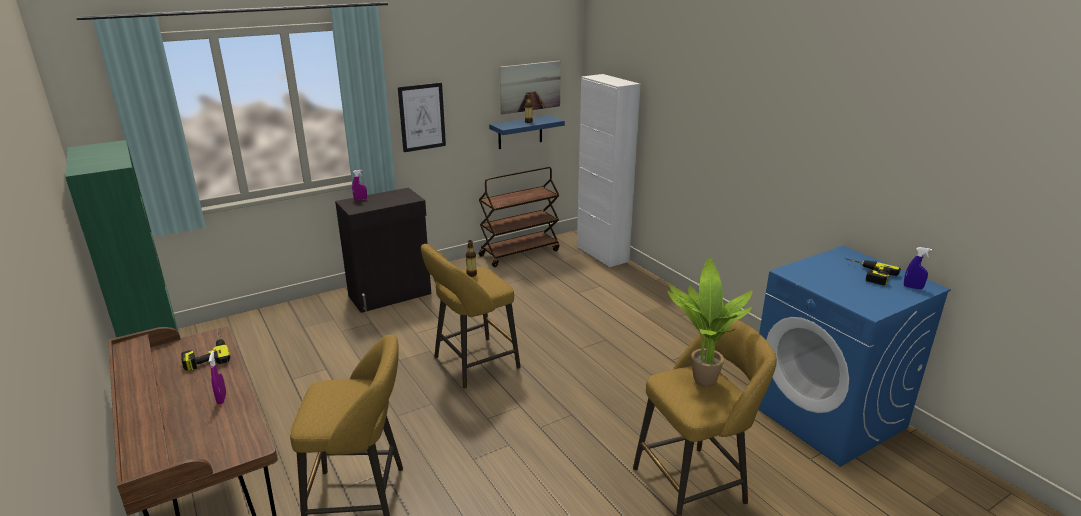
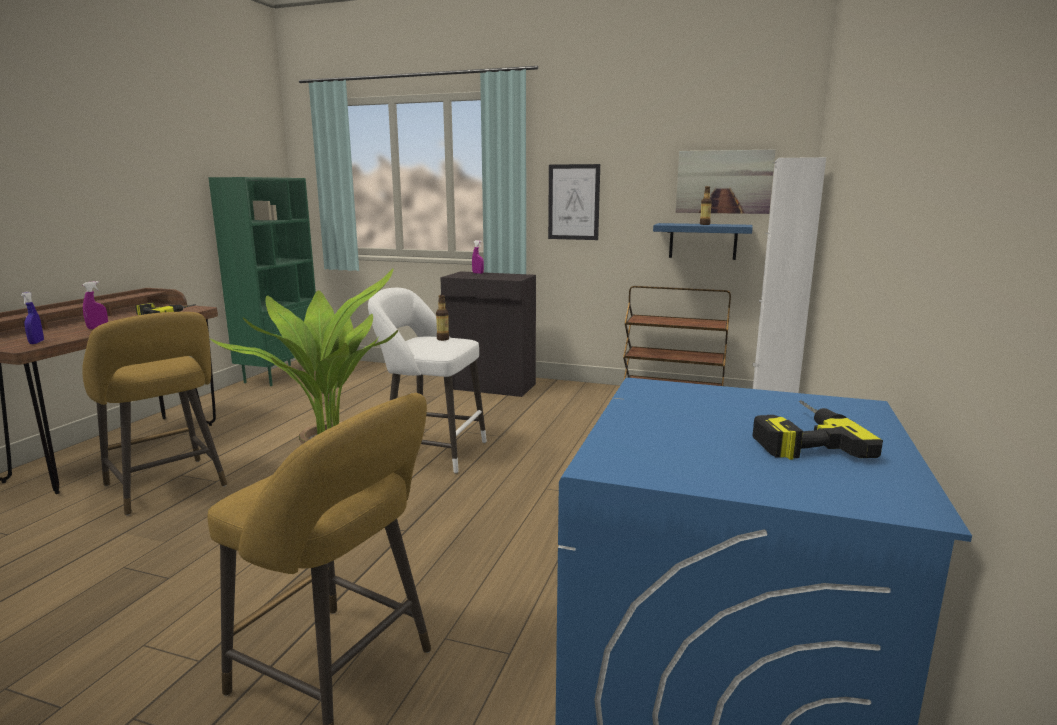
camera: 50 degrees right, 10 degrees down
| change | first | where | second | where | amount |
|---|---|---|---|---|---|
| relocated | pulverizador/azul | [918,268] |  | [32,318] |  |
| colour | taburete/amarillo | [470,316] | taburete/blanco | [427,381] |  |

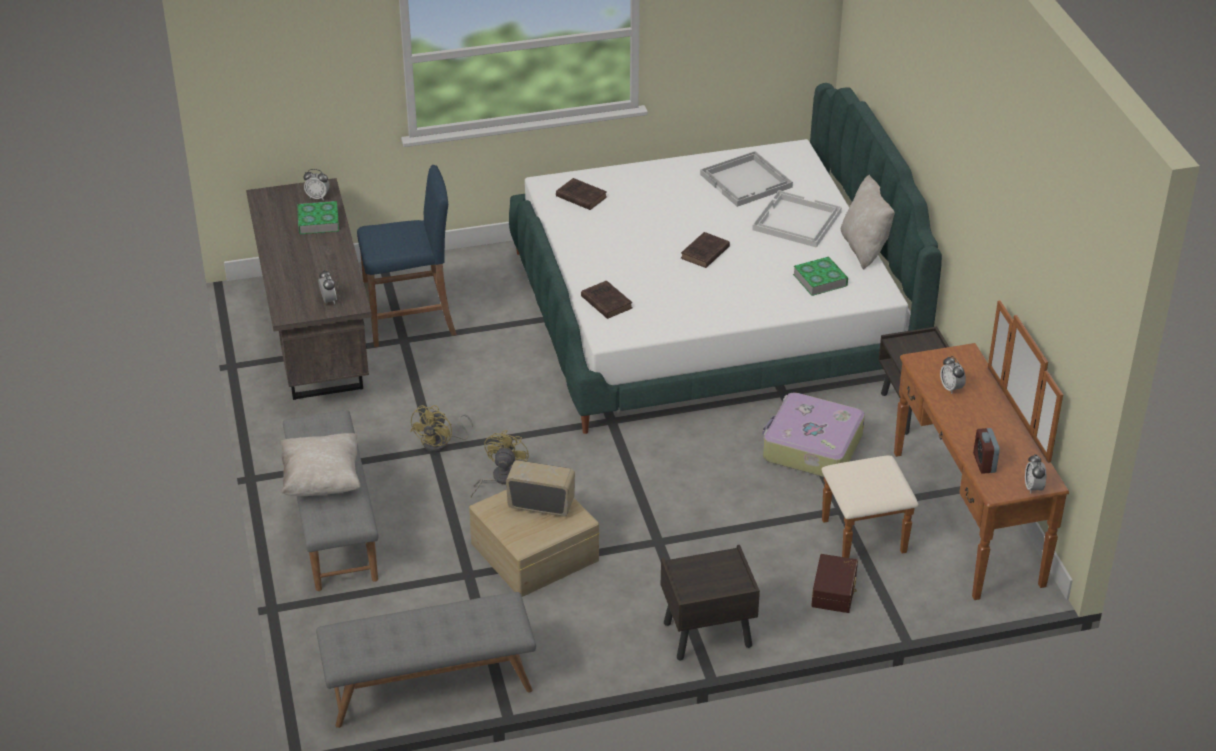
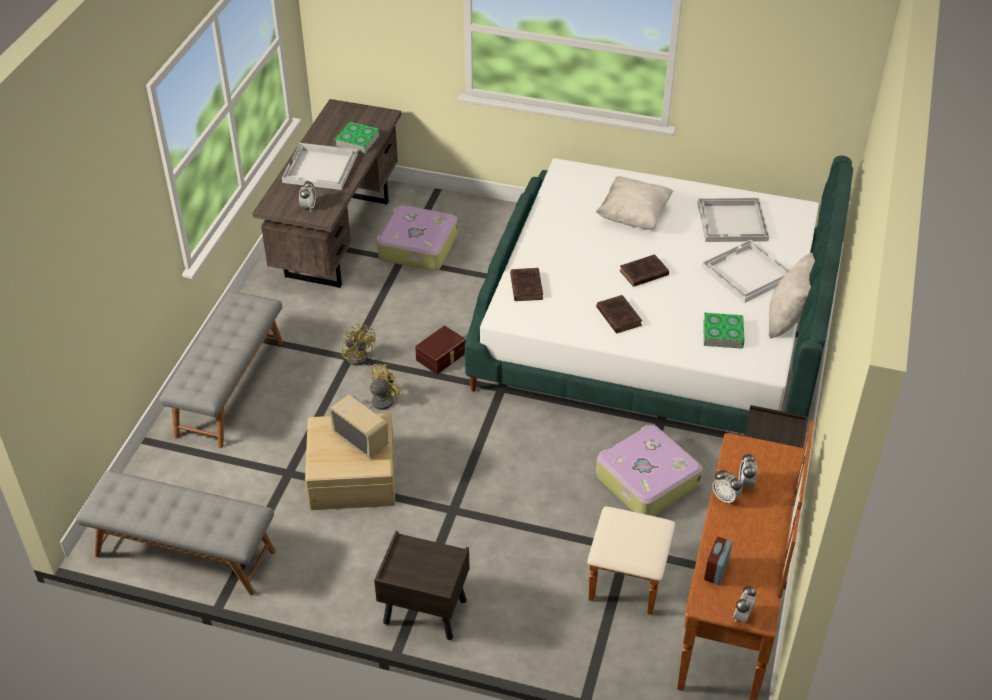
camera: 30 degrees right, 5 degrees up
| change | first | where | second | where | amount |
|---|---|---|---|---|---|
| appeared |  |  | bandeja/blanco | [320,166] |  |
| spun | ventilador/amarillo | [441,428] |  | [358,345] | 90 degrees counterclockwise |
| exchanged | taburete/azul | [407,256] | maleta | [417,238] |  |
| relocated | caja de almacenaje/marrón | [834,583] |  | [440,350] |  |
| relocated | cojín/beis | [321,464] |  | [634,202] |  |
| relocated | libro/marrón | [581,194] |  | [619,314] |  |
| relocated | despertador | [316,184] |  | [727,487] |  |

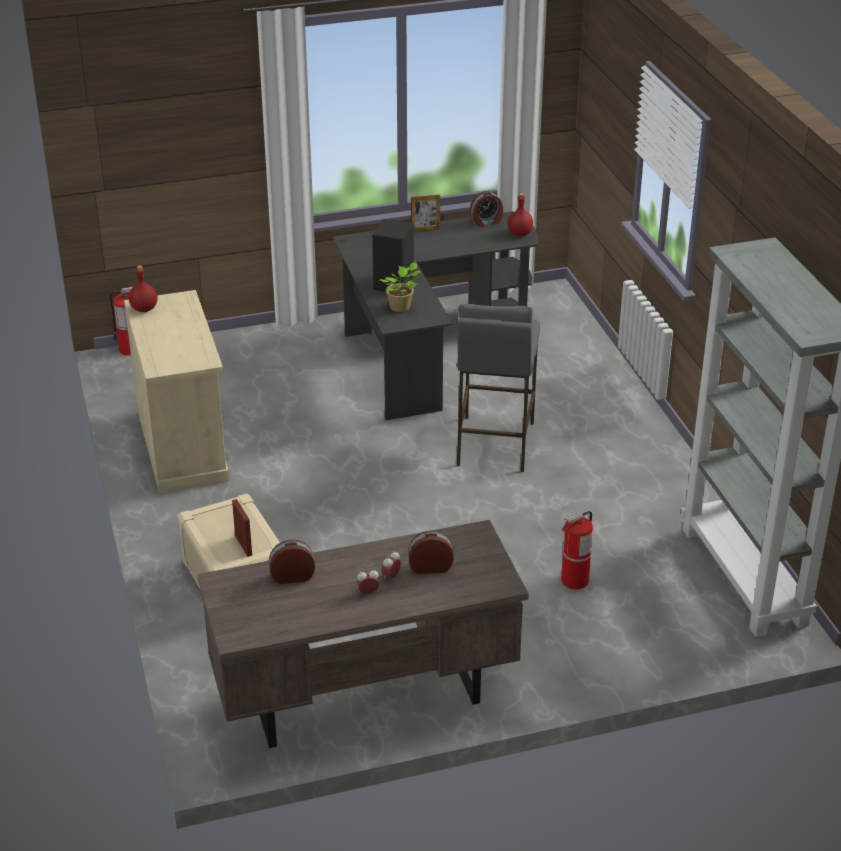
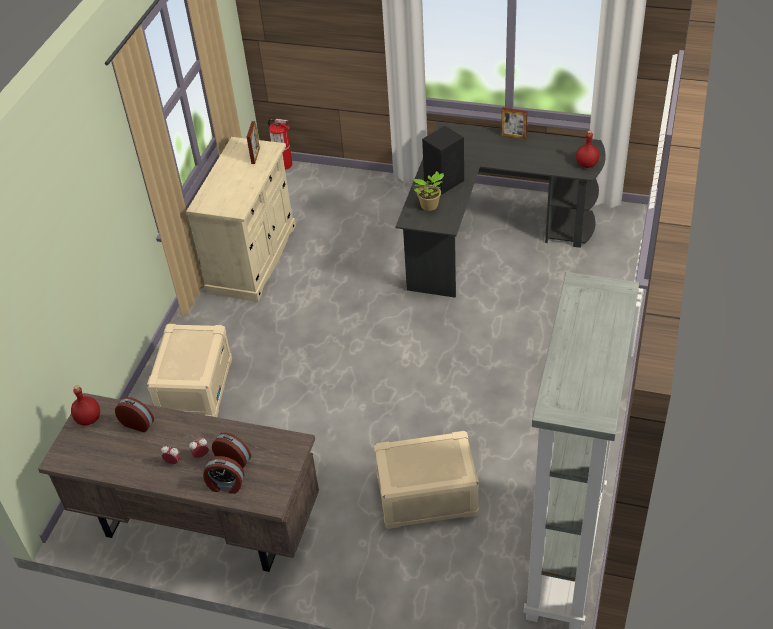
camera: 35 degrees right, 10 degrees up
| change | first | where | second | where | amount |
|---|---|---|---|---|---|
| relocated | botella/rojo | [143,288] |  | [85,405] |  |
| relocated | despertador | [486,209] |  | [223,475] |  |
| relocated | portarretratos | [242,528] |  | [253,142] |  |
| exchanged | extintor | [577,550] | caja de almacenaje/beis | [426,480] |  |
| missing | taburete/gris | [498,388] |  |  |  |

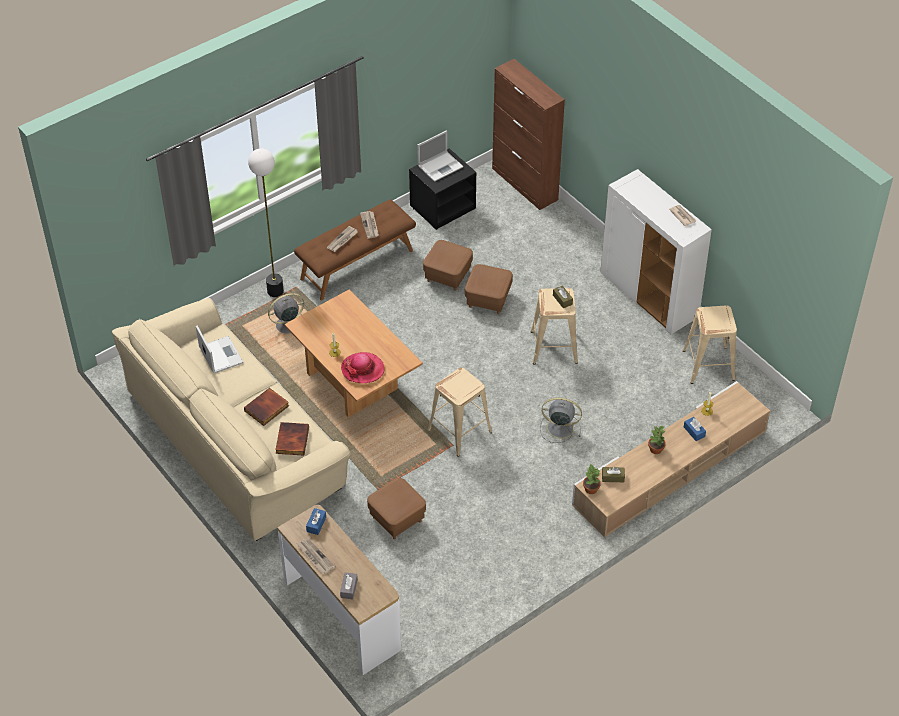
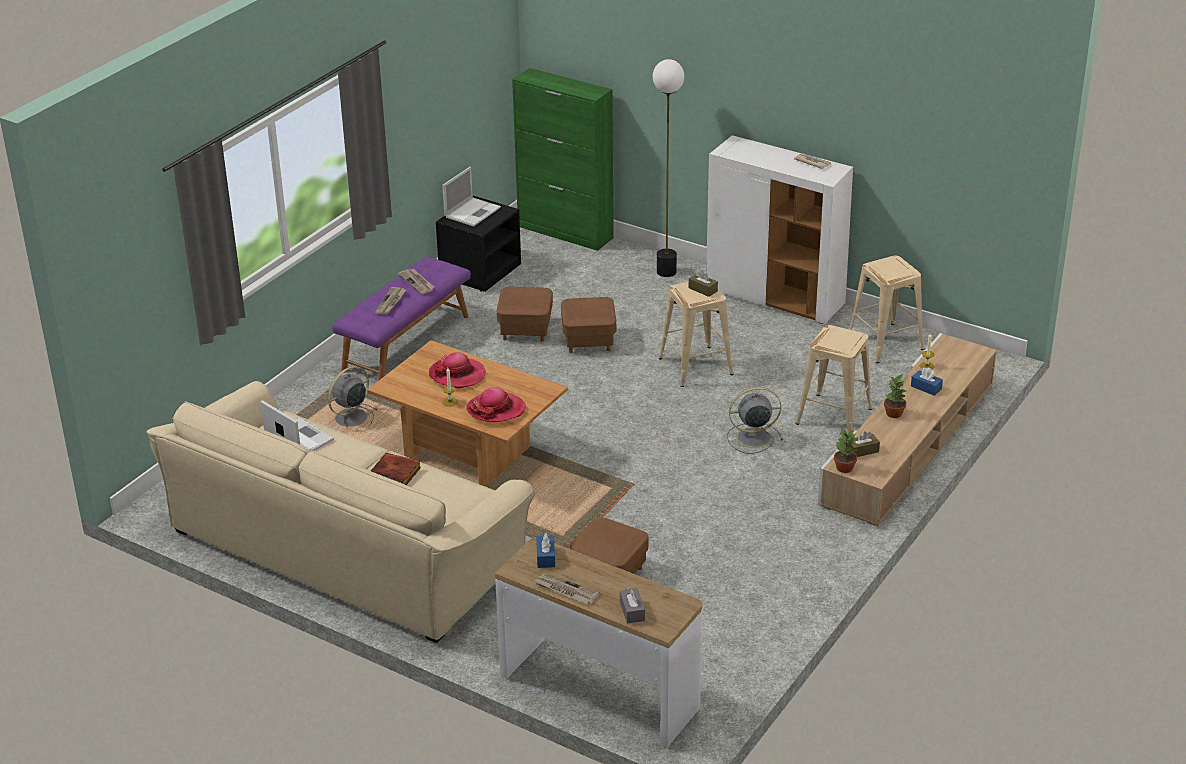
camera: 20 degrees left, 15 degrees down
| change | first | where | second | where | amount |
|---|---|---|---|---|---|
| colour | banco/marrón | [355,249] | banco/morado | [401,319] |  |
| appeared |  |  | sombrero | [457,370] |  |
| colour | armario/marrón | [528,134] | armario/verde | [563,159] |  |
| relocated | lámpara de pie | [266,222] |  | [668,168] |  |
| relocated | taburete/beis | [460,412] |  | [833,379] |  |
| missing | libro | [292,439] |  |  |  |

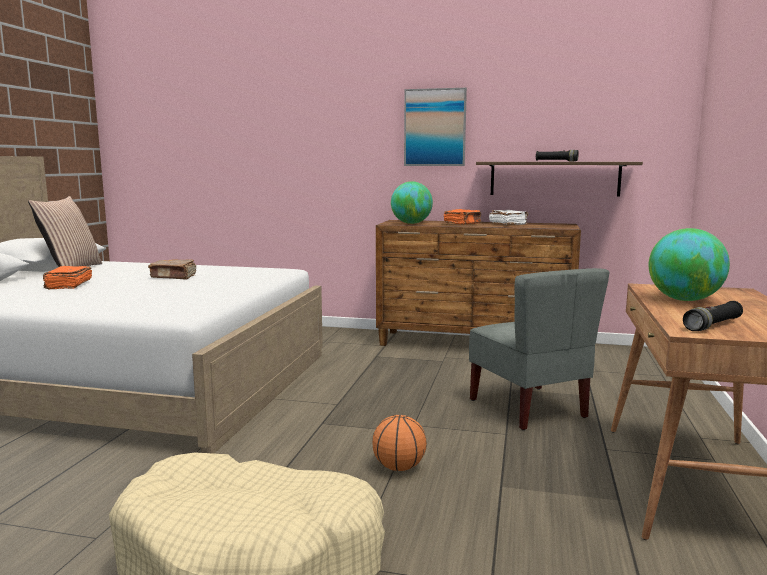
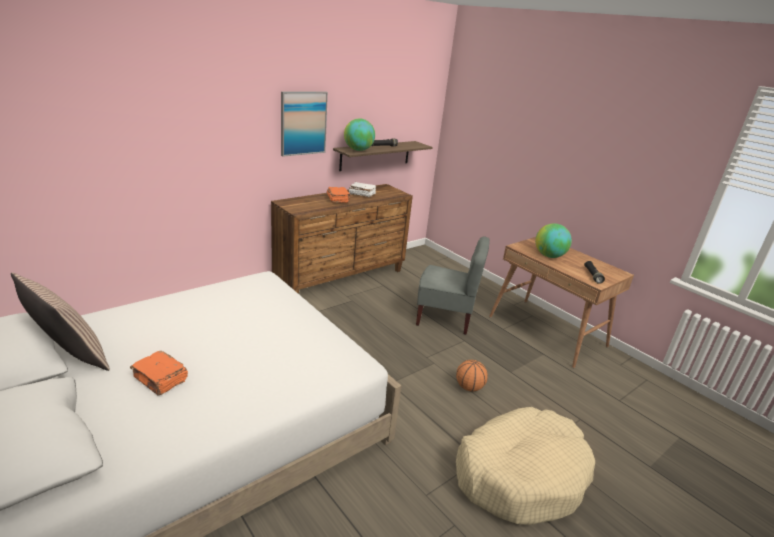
camera: 55 degrees left, 15 degrees up
| change | first | where | second | where | amount |
|---|---|---|---|---|---|
| relocated | globo terráqueo | [412,202] |  | [359,134] |  |
| missing | libro/marrón | [172,269] |  |  |  |

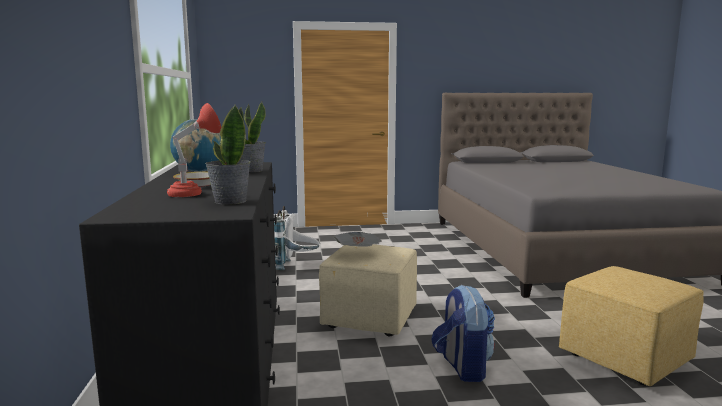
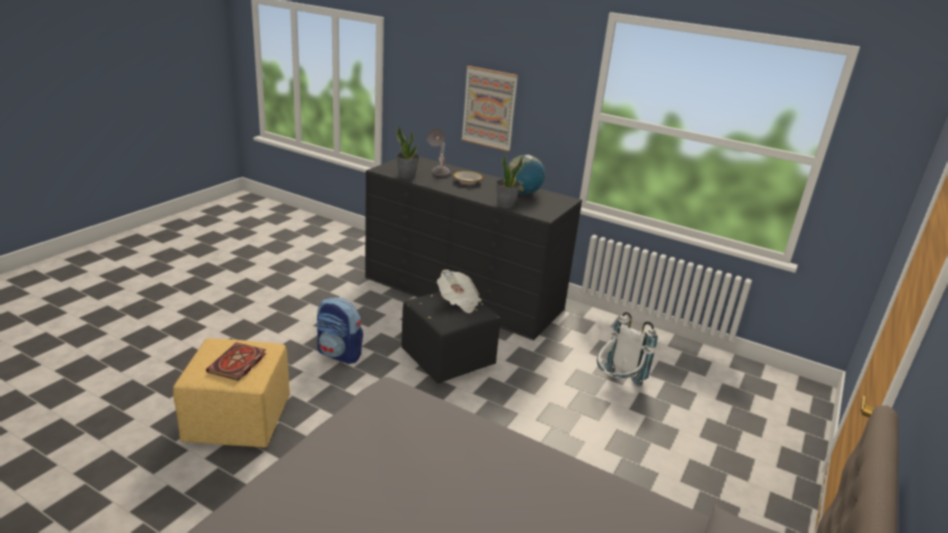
camera: 125 degrees right, 15 degrees up
| change | first | where | second | where | amount |
|---|---|---|---|---|---|
| appeared |  |  | libro | [236,361] |  |
| colour | puf/beis | [368,290] | puf/negro | [451,337] |  |
| colour | lámpara de mesa/rojo | [194,150] | lámpara de mesa/gris | [438,152] |  |
| appeared |  |  | cuadro | [489,109] |  |

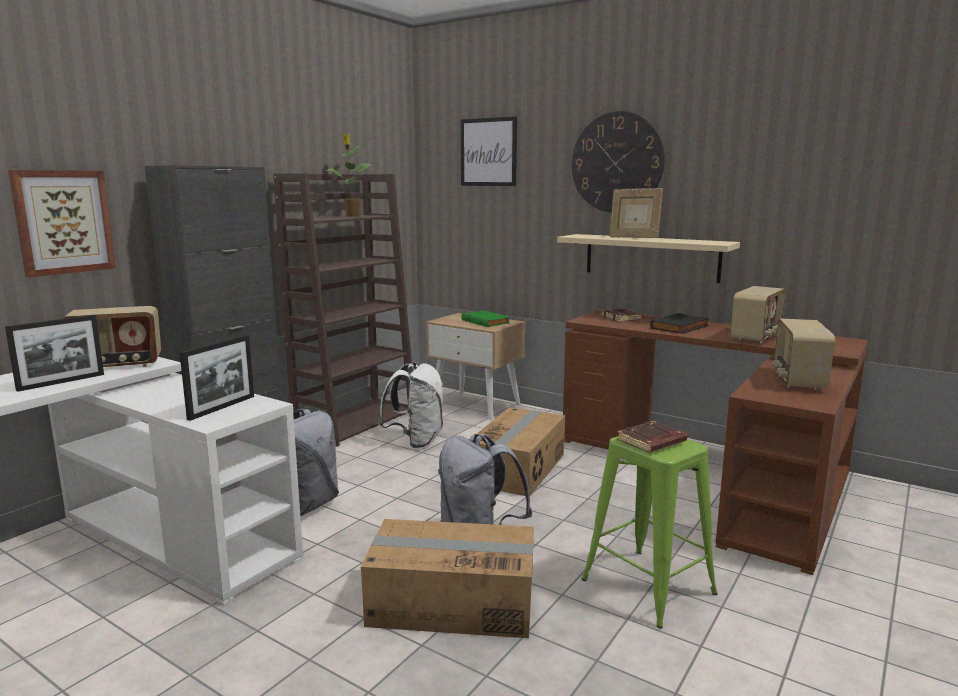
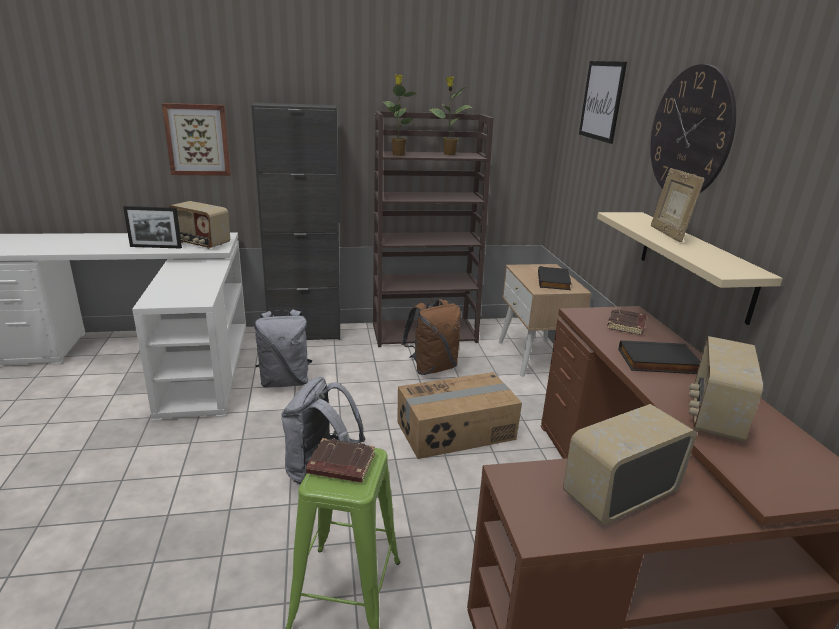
camera: 45 degrees right, 10 degrees up
| change | first | where | second | where | amount |
|---|---|---|---|---|---|
| appeared |  |  | planta en maceta | [401,115] |  |
| colour | mochila/blanco | [411,405] | mochila/marrón | [431,337] |  |
| colour | libro/verde | [486,318] | libro/negro | [555,278] |  |
| spun | radio | [758,314] |  | [726,389] | 120 degrees clockwise |
| missing | portarretratos | [216,378] |  |  |  |
| missing | caja de cartón | [447,578] |  |  |  |

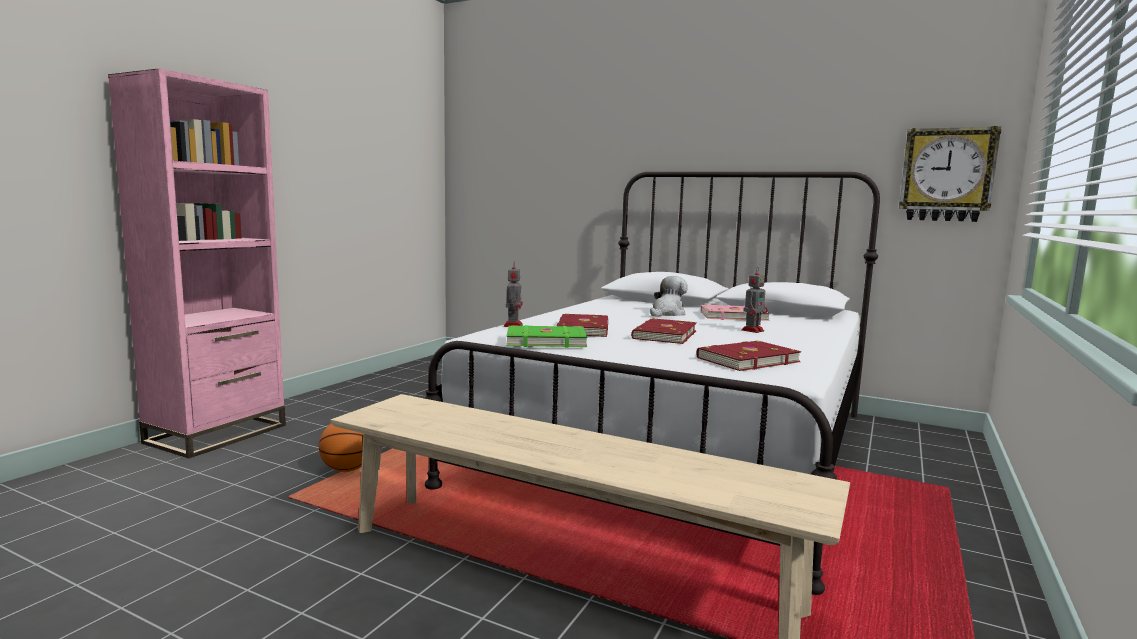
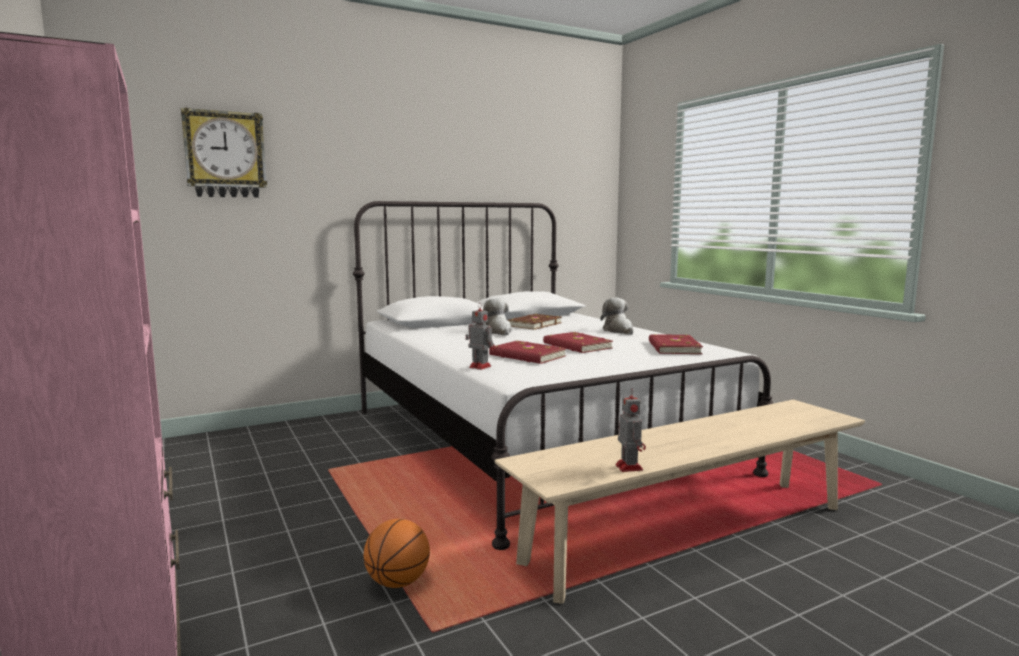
camera: 55 degrees left, 0 degrees up
| change | first | where | second | where | amount |
|---|---|---|---|---|---|
| relocated | reloj de pared | [950,174] |  | [224,153] |  |
| colour | libro/rosa | [735,313] | libro/marrón | [535,322] |  |
| appeared |  |  | peluche | [617,316] |  |
| relocated | robot de juguete | [754,300] |  | [631,430] |  |
| missing | libro/verde | [547,336] |  |  |  |

